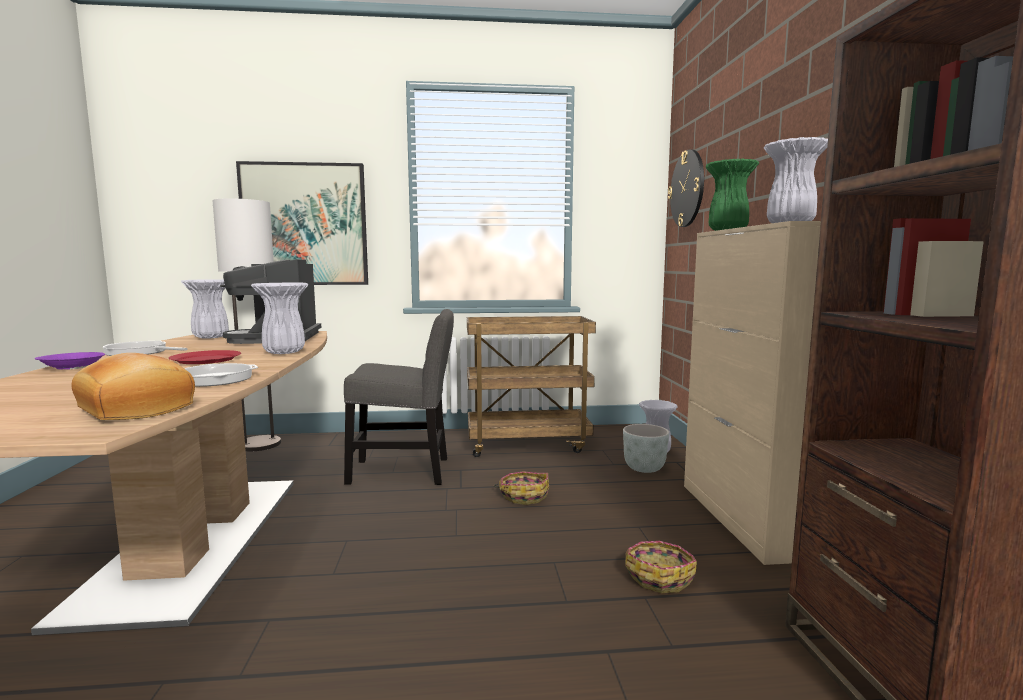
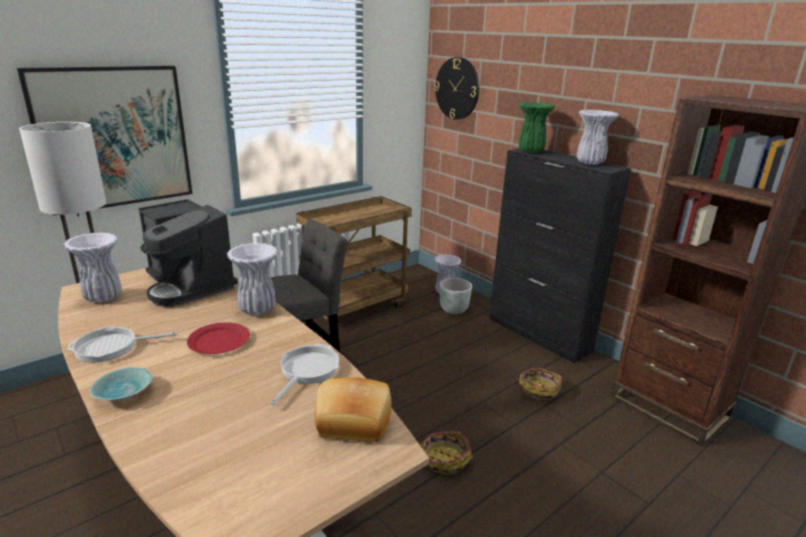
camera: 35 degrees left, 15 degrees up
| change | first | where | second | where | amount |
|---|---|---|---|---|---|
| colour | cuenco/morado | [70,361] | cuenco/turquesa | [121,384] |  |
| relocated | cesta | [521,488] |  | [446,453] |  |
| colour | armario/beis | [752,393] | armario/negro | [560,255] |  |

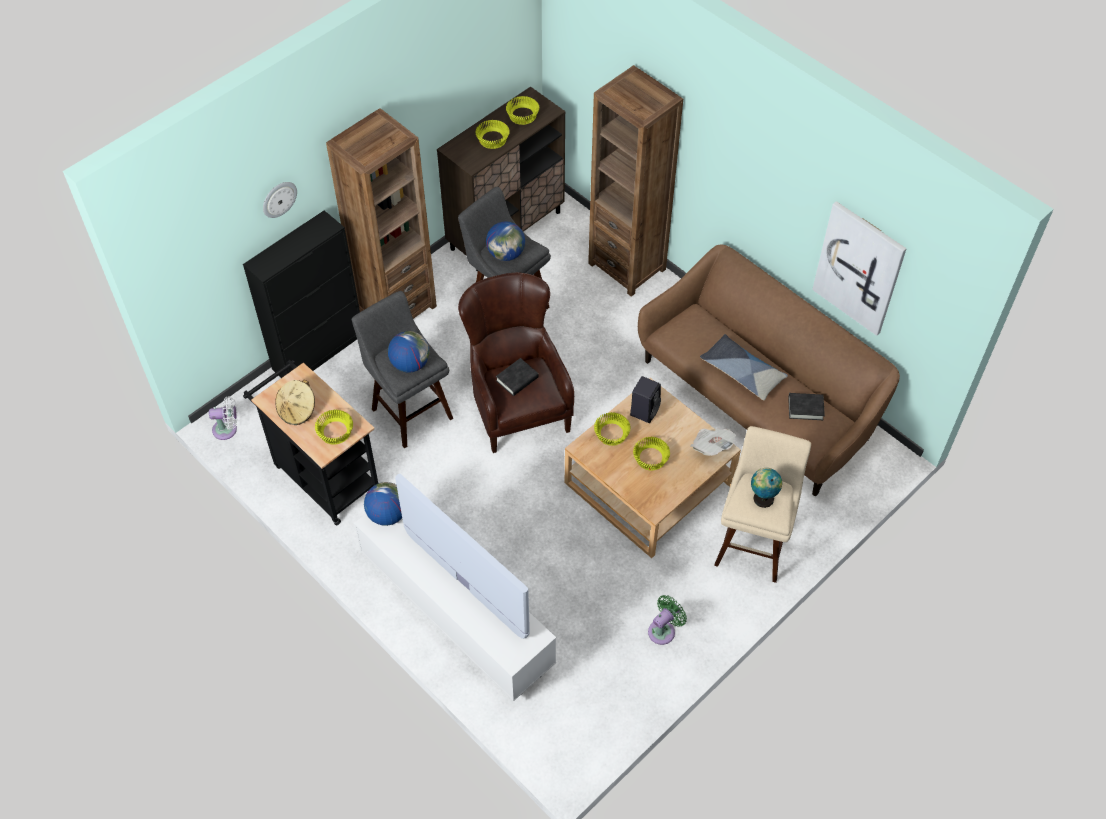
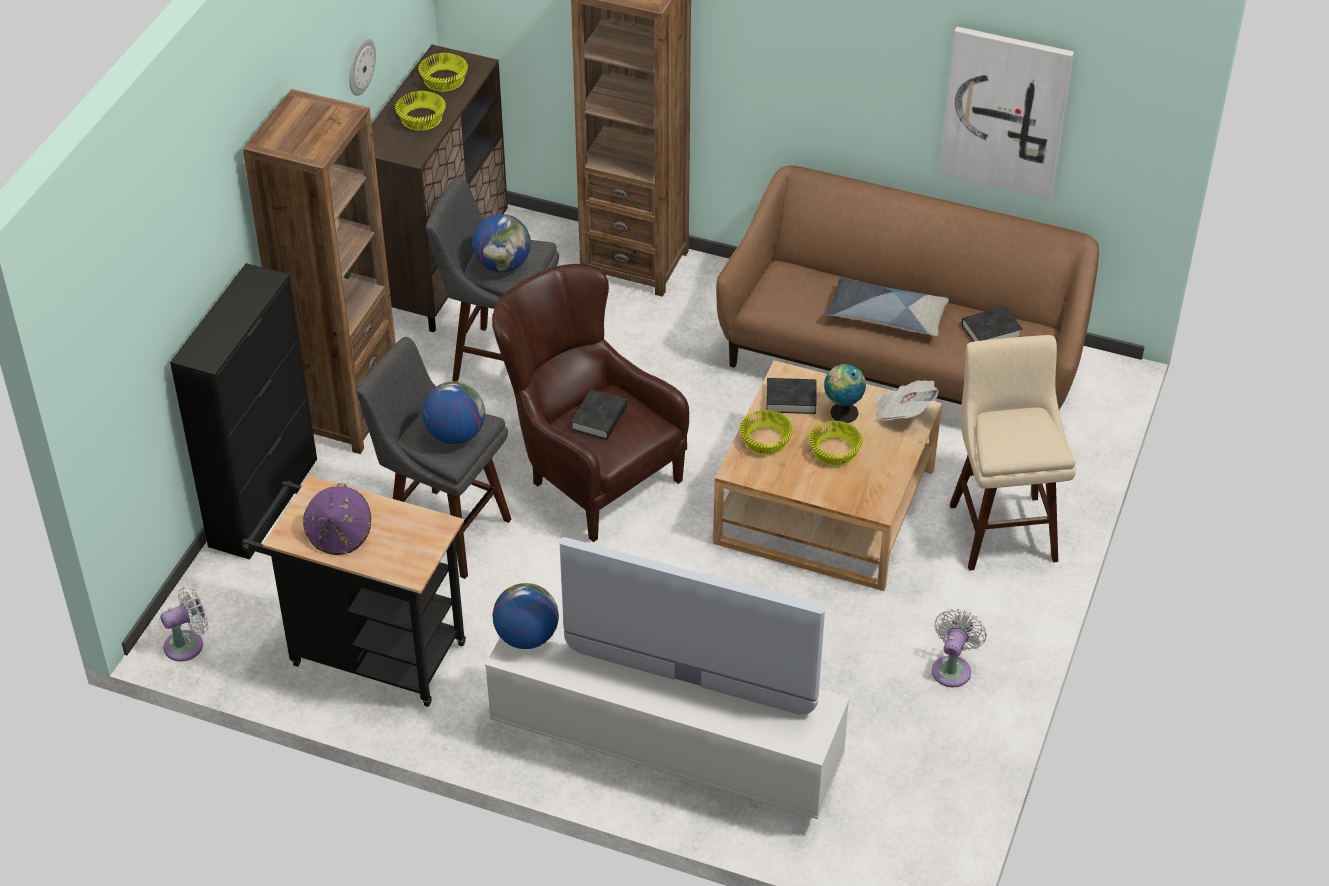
camera: 25 degrees left, 10 degrees down
| change | first | where | second | where | amount |
|---|---|---|---|---|---|
| colour | sombrero/beis | [295,402] | sombrero/morado | [337,519] |  |
| relocated | reloj de pared | [280,200] |  | [362,67] |  |
| exchanged | altavoz/negro | [645,399] | libro/negro | [791,396] |  |
| relocated | globo terráqueo | [766,488] |  | [845,393] |  |
| colour | ventilador/verde | [667,620] | ventilador/blanco | [959,647] |  |
| missing | cuenco/amarillo | [334,427] |  |  |  |

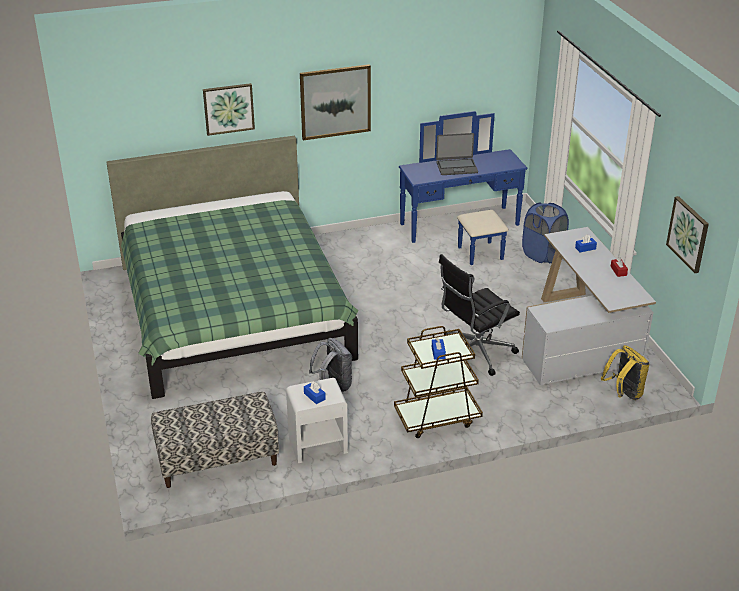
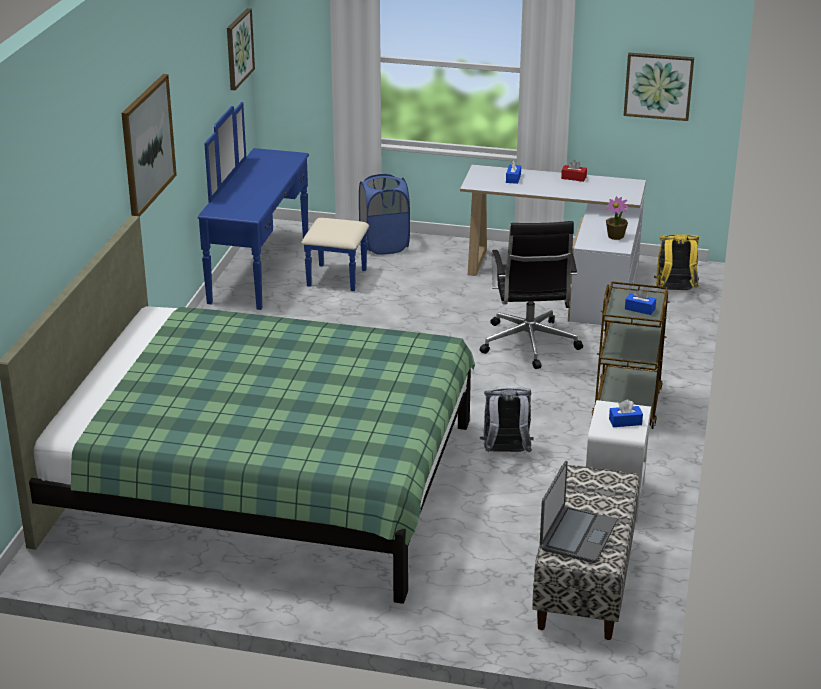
camera: 60 degrees left, 5 degrees down
| change | first | where | second | where | amount |
|---|---|---|---|---|---|
| relocated | cuadro | [229,109] |  | [241,49] |  |
| relocated | portátil | [457,154] |  | [578,512] |  |
| appeared |  |  | planta en maceta | [617,218] |  |

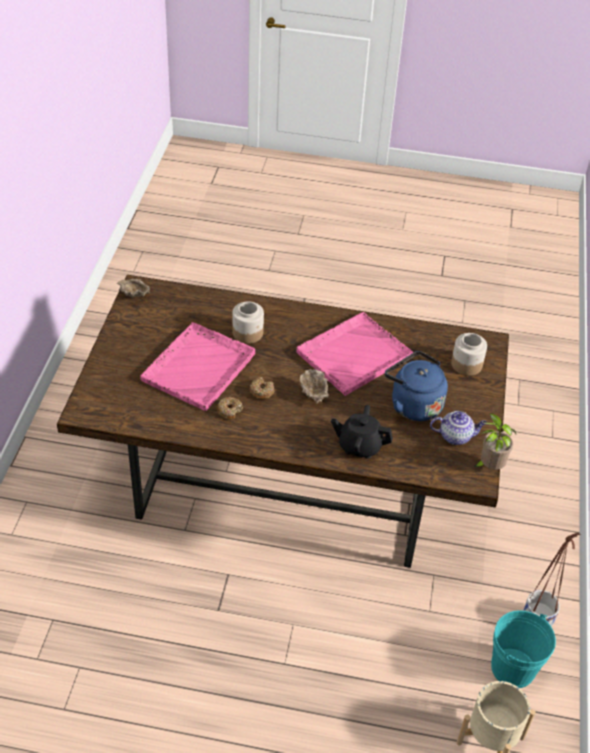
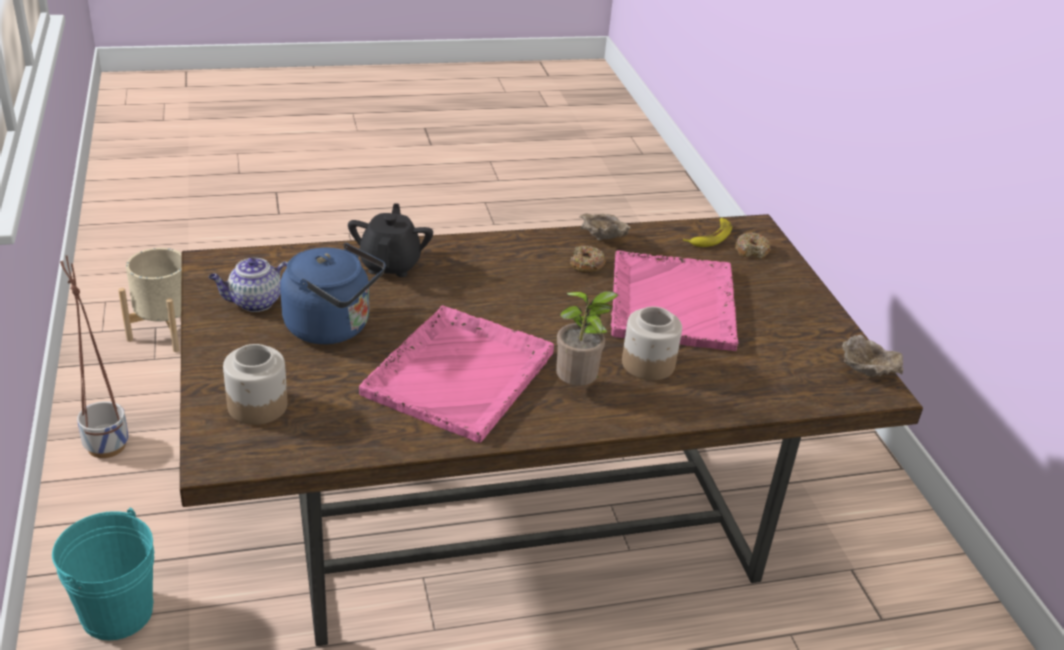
camera: 155 degrees right, 10 degrees down
| change | first | where | second | where | amount |
|---|---|---|---|---|---|
| relocated | cubo/turquesa | [523,649] |  | [103,574] |  |
| spun | tetera/negro | [362,432] |  | [390,240] | 75 degrees counterclockwise |
| relocated | planta en maceta | [495,441] |  | [587,338] |  |
| relocated | cuenco/beis | [314,386] |  | [604,227] |  |
| appeared |  |  | plátano | [707,232] |  |
| relocated | rosquilla | [261,388] |  | [753,246] |  |

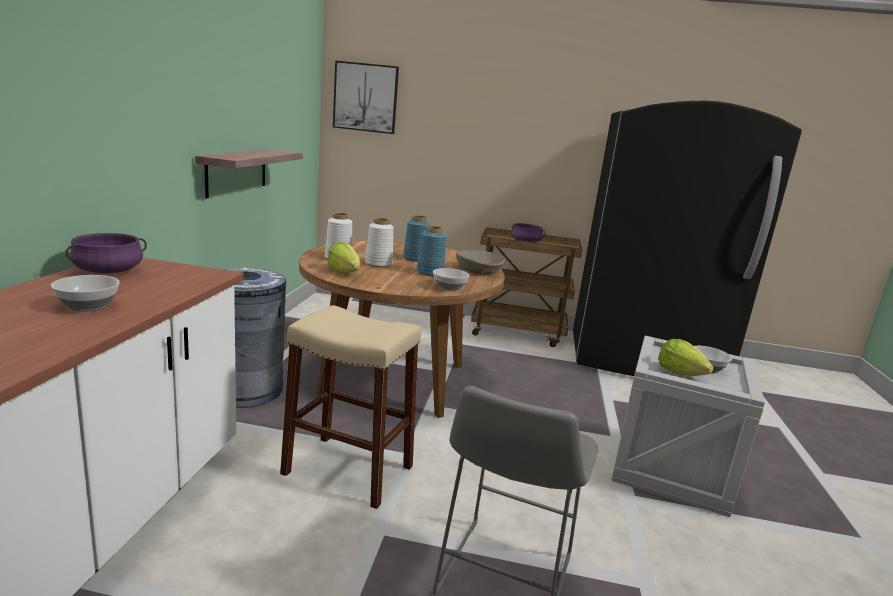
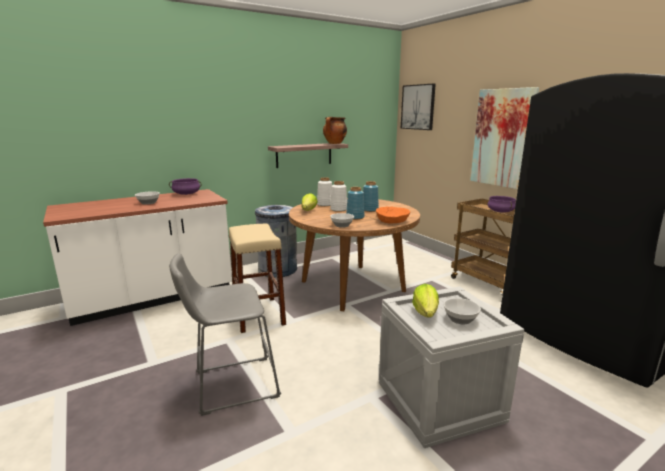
camera: 50 degrees right, 0 degrees up
| change | first | where | second | where | amount |
|---|---|---|---|---|---|
| appeared |  |  | olla | [335,130] |  |
| colour | cuenco/beis | [480,262] | cuenco/naranja | [393,215] |  |
| appeared |  |  | cuadro | [504,138] |  |

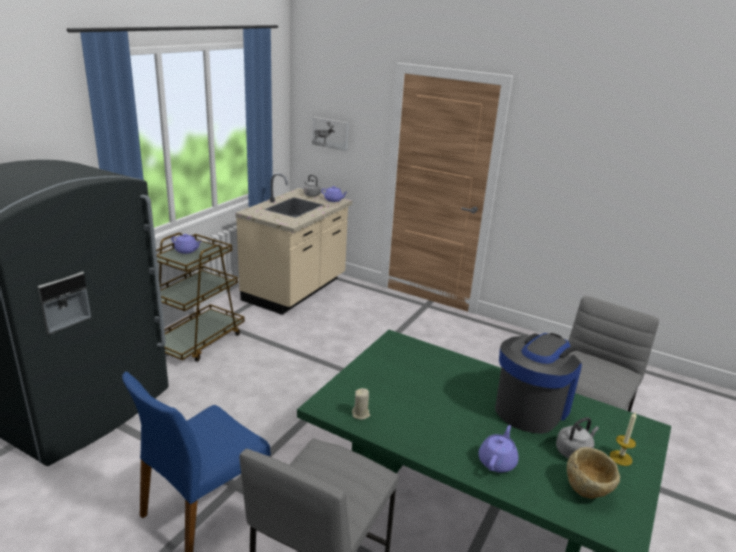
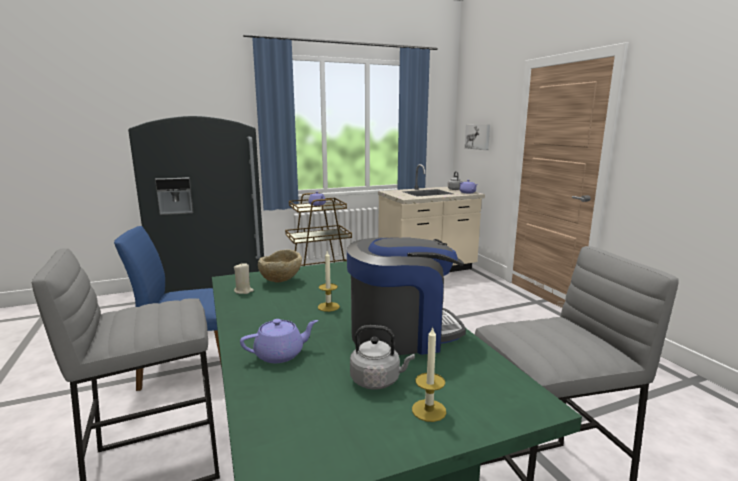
camera: 40 degrees right, 10 degrees down
| change | first | where | second | where | amount |
|---|---|---|---|---|---|
| relocated | cuenco/beis | [593,473] |  | [280,266] |  |
| appeared |  |  | vela | [329,281] |  |

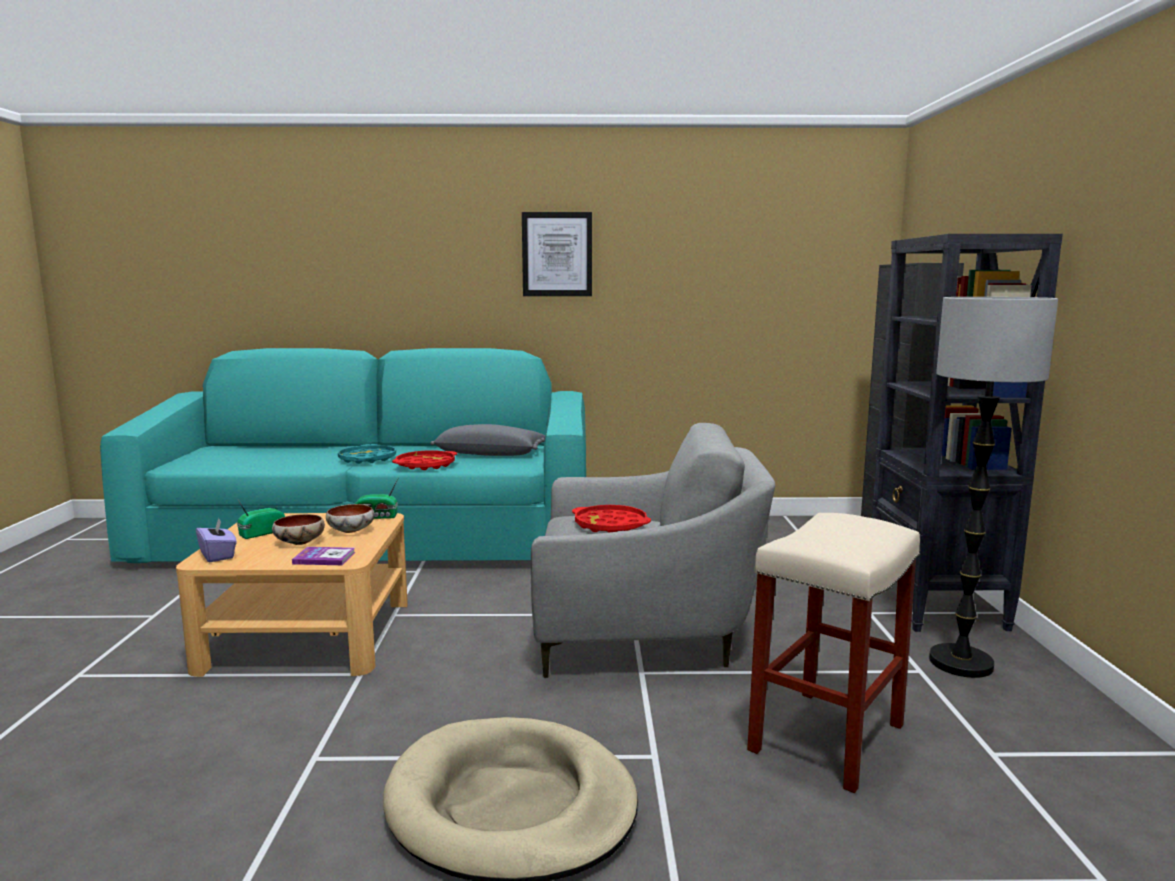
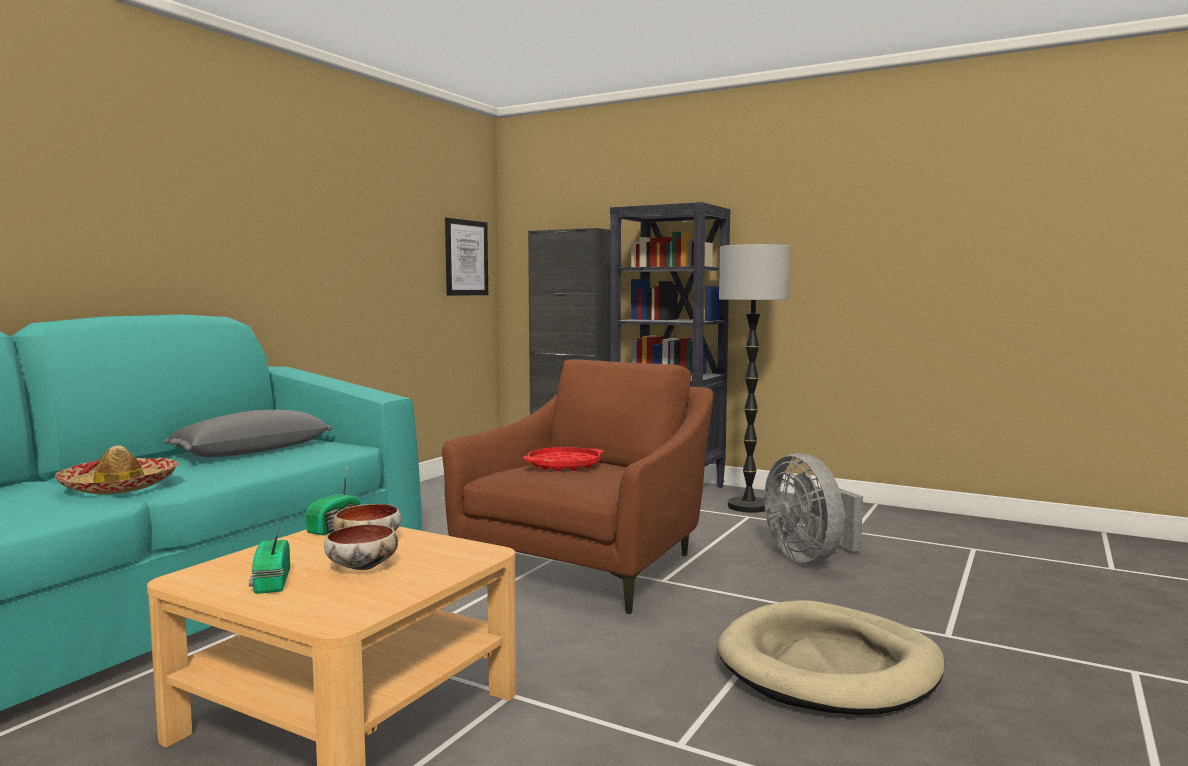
camera: 60 degrees left, 5 degrees down
| change | first | where | second | where | amount |
|---|---|---|---|---|---|
| exchanged | bandeja/turquesa | [367,454] | sombrero | [117,470] |  |
| colour | sillón/gris | [653,550] | sillón/marrón | [578,486] |  |
| relocated | cuadro | [557,254] |  | [466,257] |  |
| exchanged | taburete/beis | [833,653] | ventilador/gris | [813,508] |  |
| missing | caja de pañuelos/morado | [216,540] |  |  |  |
| missing | libro | [324,556] |  |  |  |
| missing | bandeja/rojo | [424,460] |  |  |  |

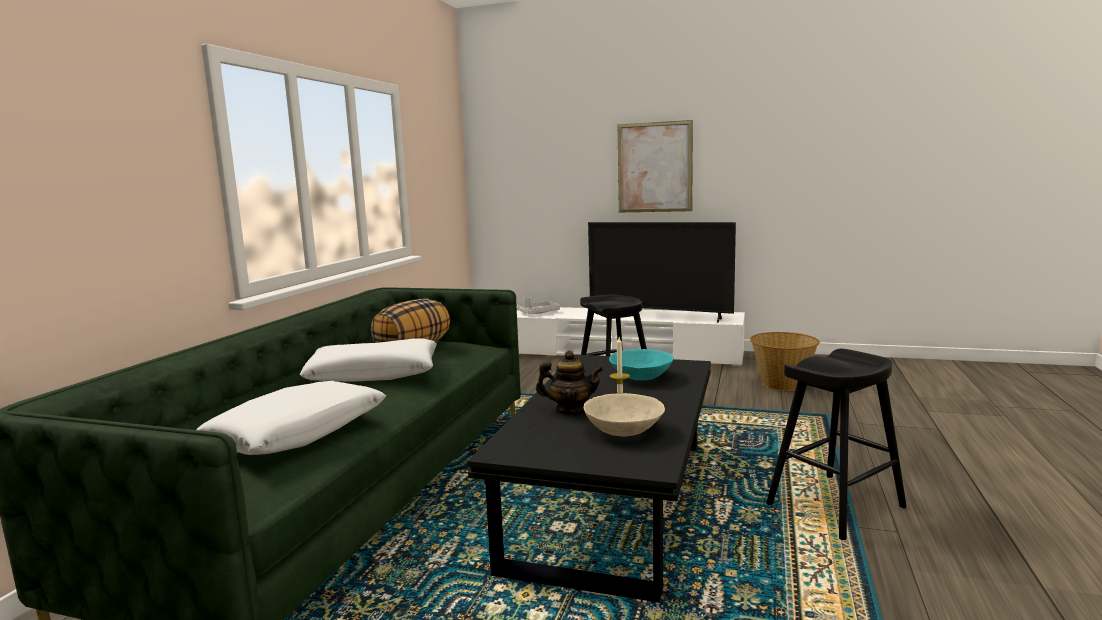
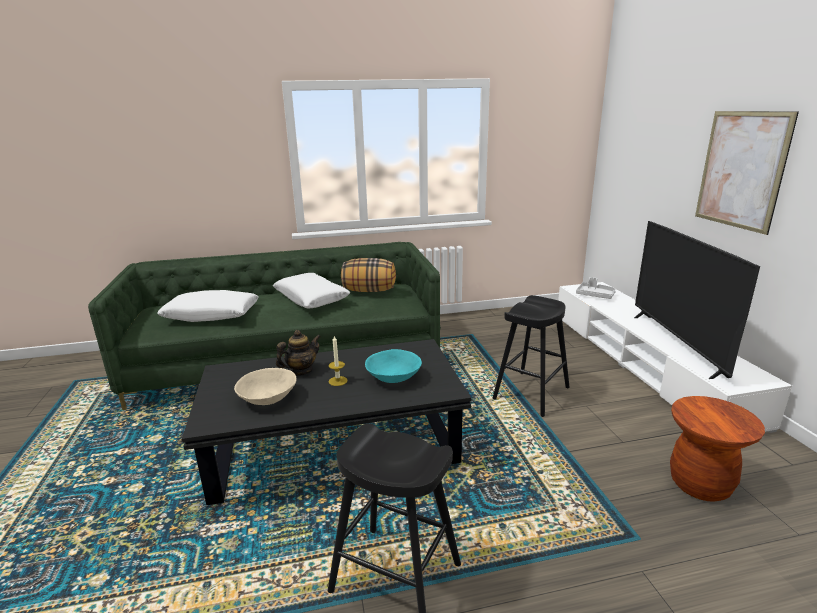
camera: 60 degrees right, 10 degrees up
| change | first | where | second | where | amount |
|---|---|---|---|---|---|
| spun | tetera | [570,382] |  | [298,353] | 105 degrees counterclockwise |
| exchanged | cesta | [785,361] | taburete/marrón | [717,449] |  |

